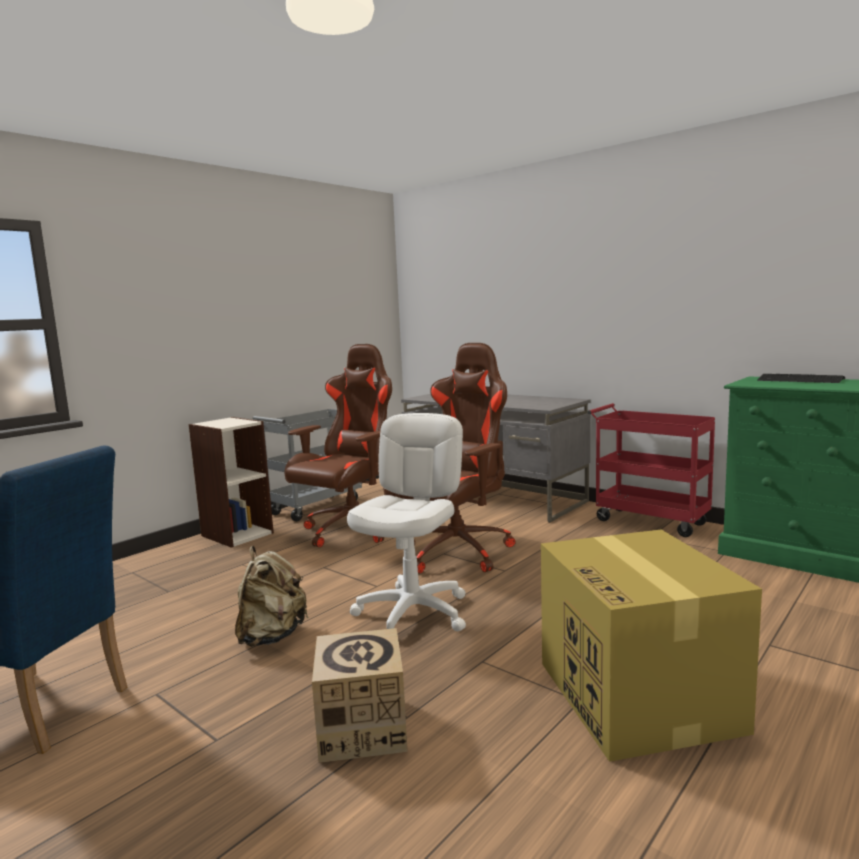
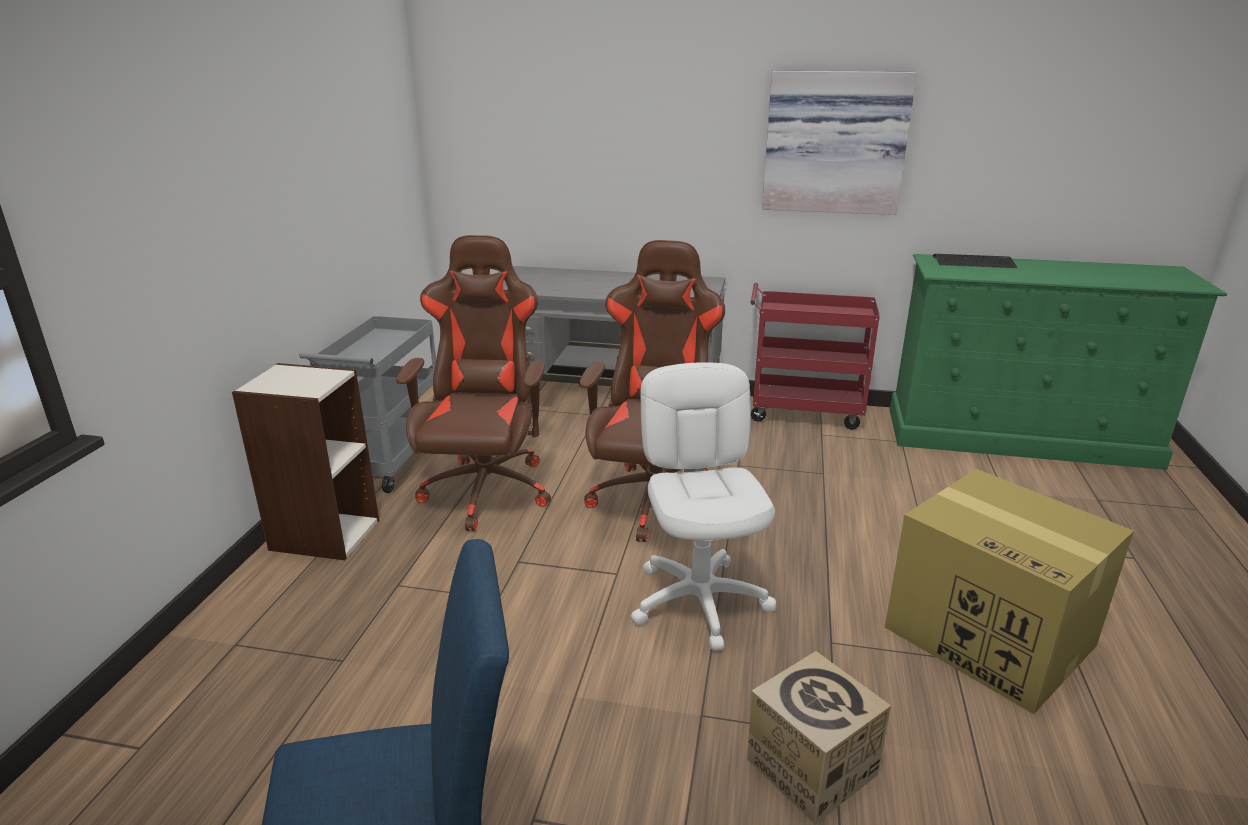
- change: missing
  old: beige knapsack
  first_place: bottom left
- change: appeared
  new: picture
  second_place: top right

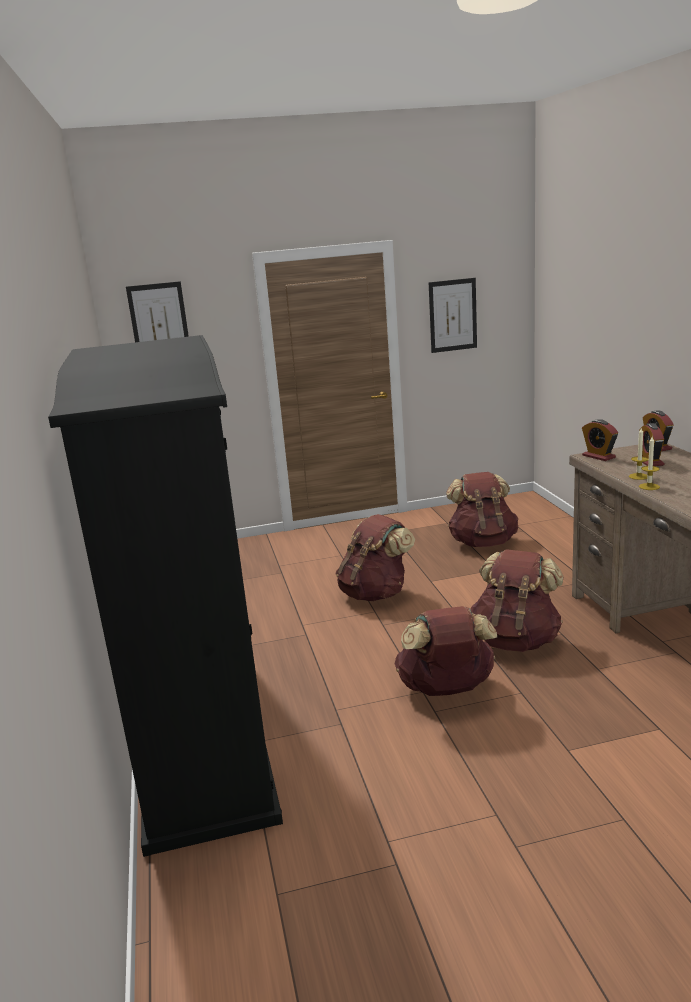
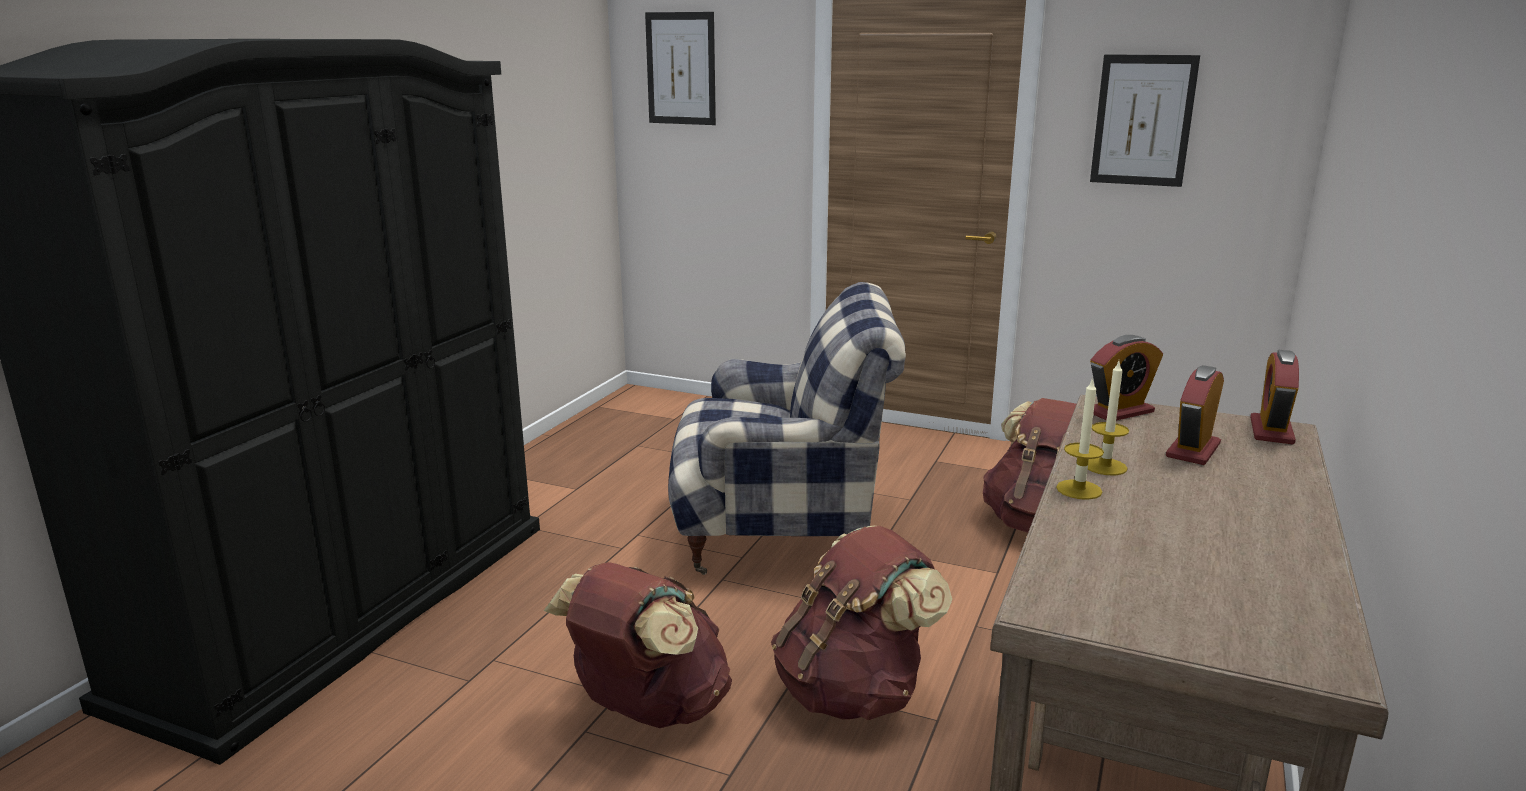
- change: spun
  old: alarm clock (no. 1 from left)
  first_place: middle right
  second_place: middle right
  degrees: -120
- change: exchanged
  old: brown knapsack (no. 1 from left)
  new: armchair
  first_place: centre
  second_place: centre

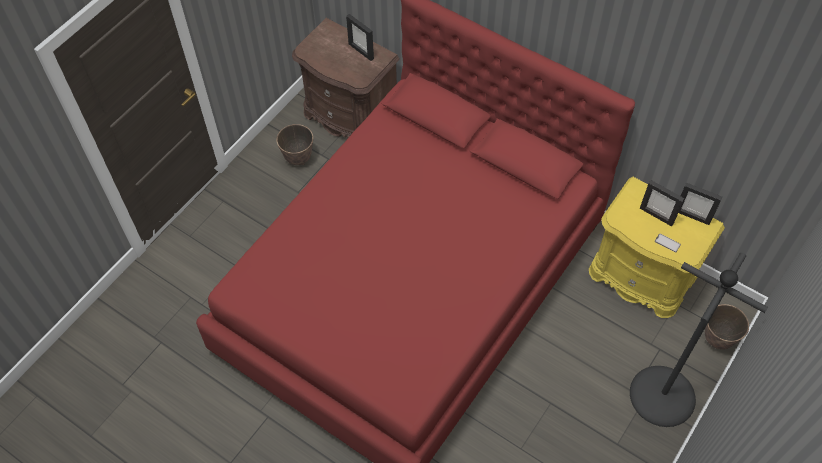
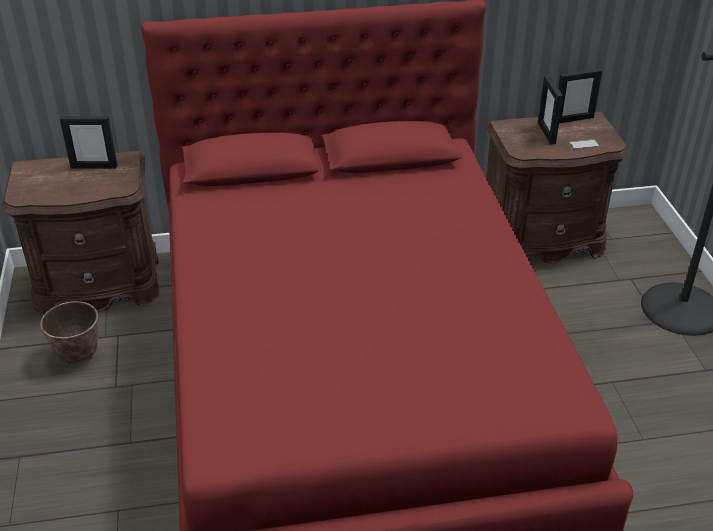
- change: colour
  old: yellowish night table
  new: brown night table (no. 2 from left)
  first_place: middle right
  second_place: middle right
- change: spun
  old: standing frame (no. 2 from left)
  first_place: middle right
  second_place: top right
  degrees: 90
- change: missing
  old: plant pot (no. 2 from left)
  first_place: bottom right

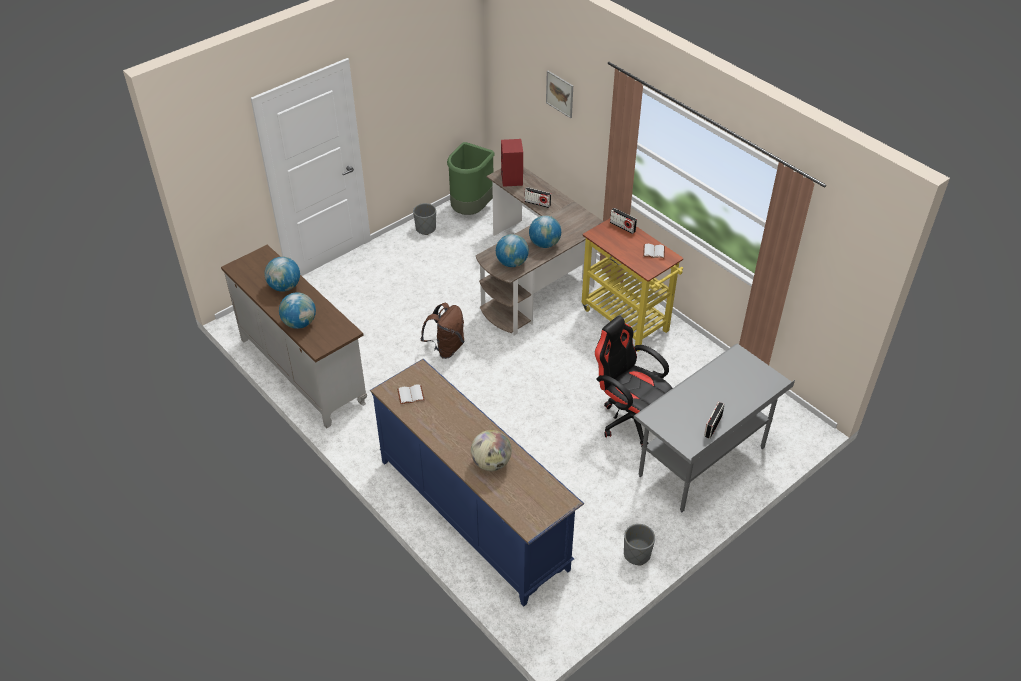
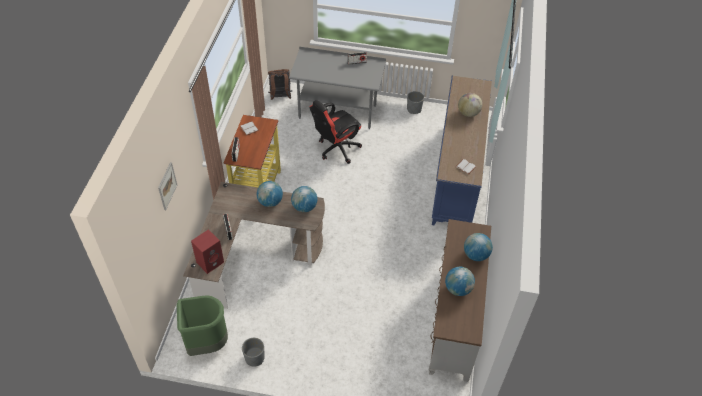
- change: relocated
  old: brown knapsack
  first_place: centre
  second_place: top centre
- change: spun
  old: black-coloured office chair
  first_place: centre
  second_place: centre
  degrees: 45

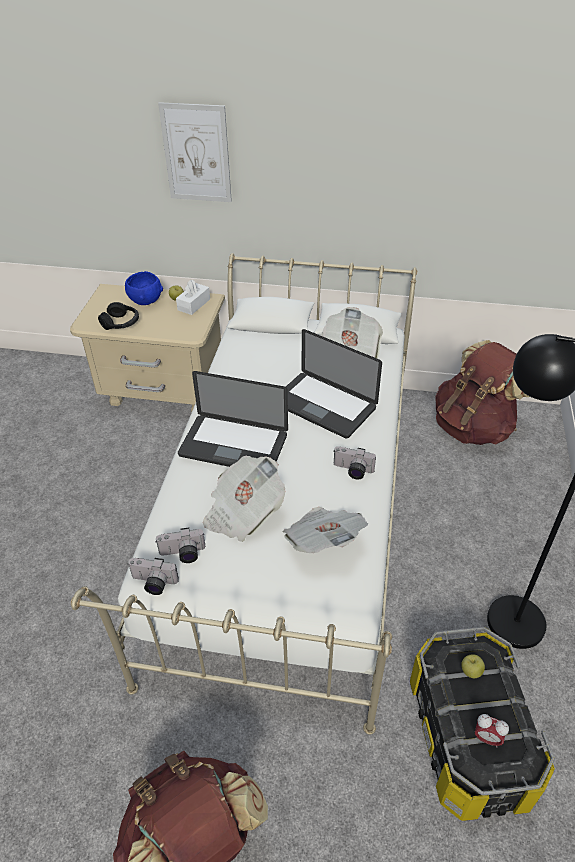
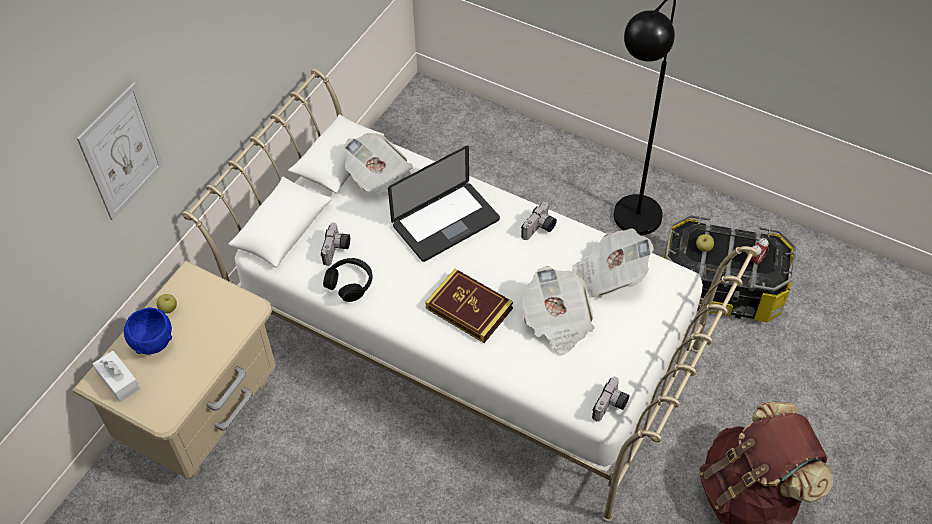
- change: relocated
  old: white tissue holder
  first_place: centre
  second_place: bottom left
- change: relocated
  old: black-coloured pair of headphones
  first_place: middle left
  second_place: centre
- change: missing
  old: brown knapsack (no. 2 from left)
  first_place: middle right
- change: exchanged
  old: portable computer (no. 1 from left)
  new: book
  first_place: centre
  second_place: centre
- change: relocated
  old: still camera (no. 2 from left in the first image)
  new: still camera (no. 1 from left)
  first_place: middle left
  second_place: centre

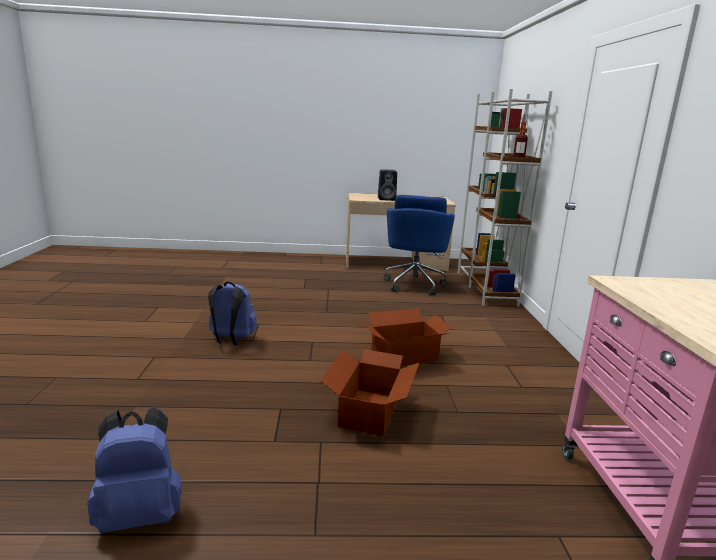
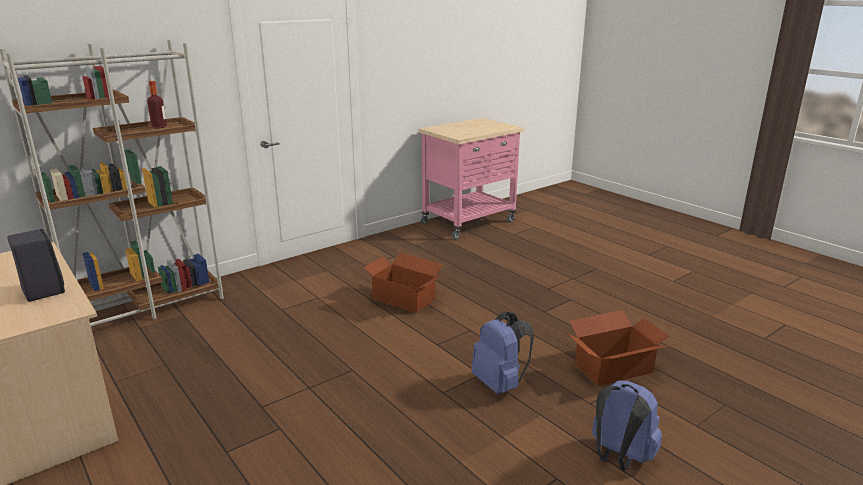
- change: missing
  old: blue-coloured office chair
  first_place: centre
- change: relocated
  old: packing box (no. 1 from left in the first image)
  new: packing box (no. 2 from left)
  first_place: bottom centre
  second_place: bottom right
- change: relocated
  old: blue-coloured knapsack (no. 1 from left in the first image)
  new: blue-coloured knapsack (no. 2 from left)
  first_place: bottom left
  second_place: bottom right

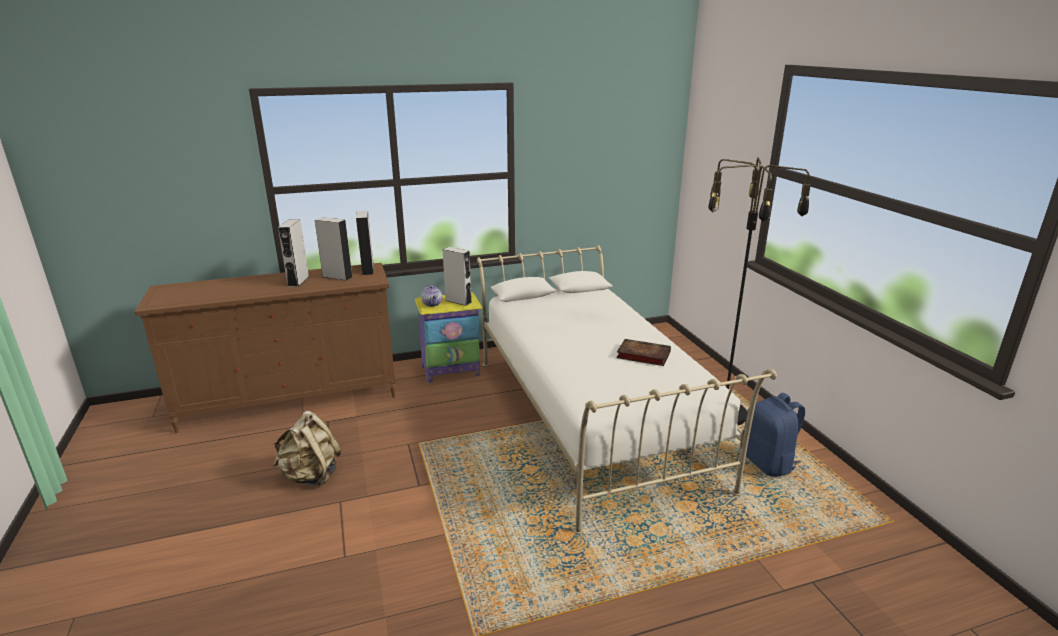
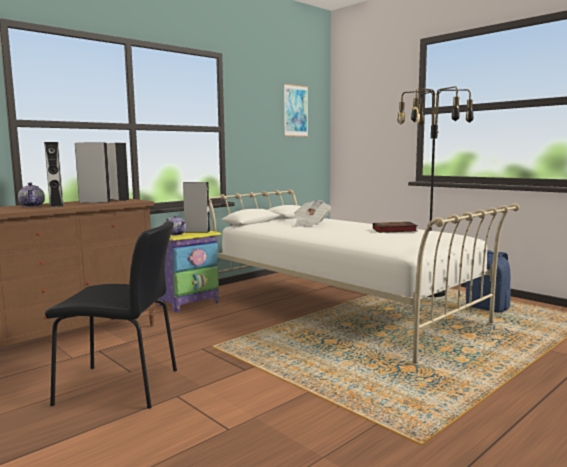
- change: exchanged
  old: beige knapsack
  new: black-coloured plain chair
  first_place: bottom left
  second_place: bottom left
- change: appeared
  new: picture
  second_place: top centre
- change: appeared
  new: teapot (no. 1 from left)
  second_place: middle left
- change: appeared
  new: printed paper
  second_place: centre

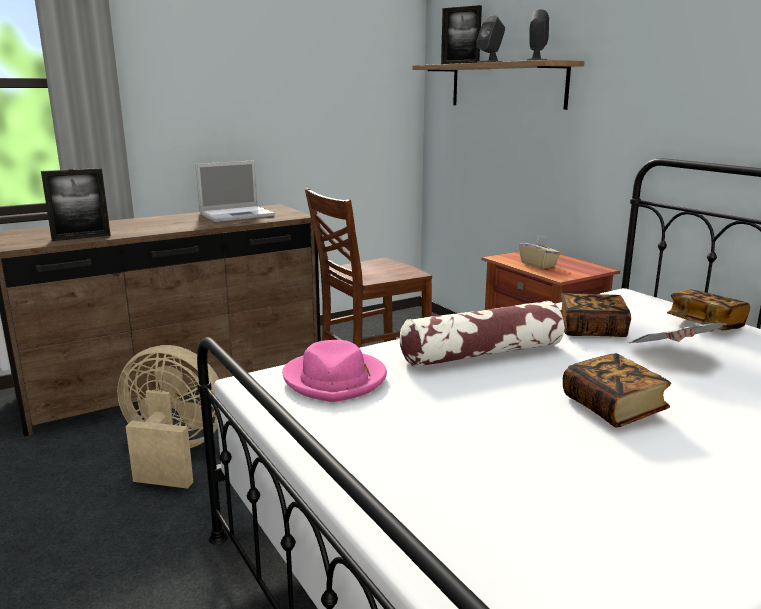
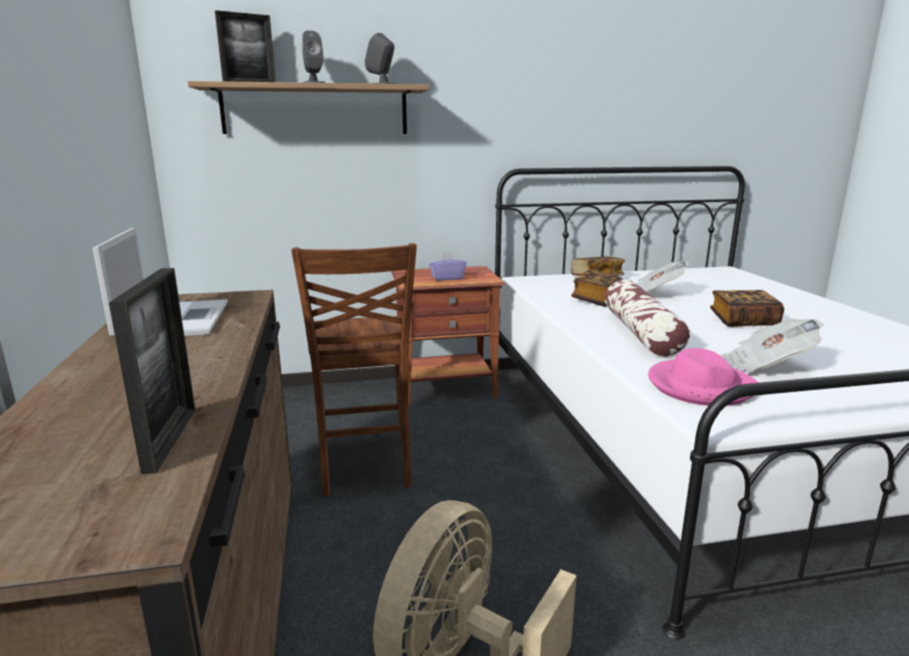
- change: colour
  old: beige tissue holder
  new: purple-coloured tissue holder
  first_place: middle right
  second_place: centre
- change: appeared
  new: printed paper (no. 2 from left)
  second_place: middle right

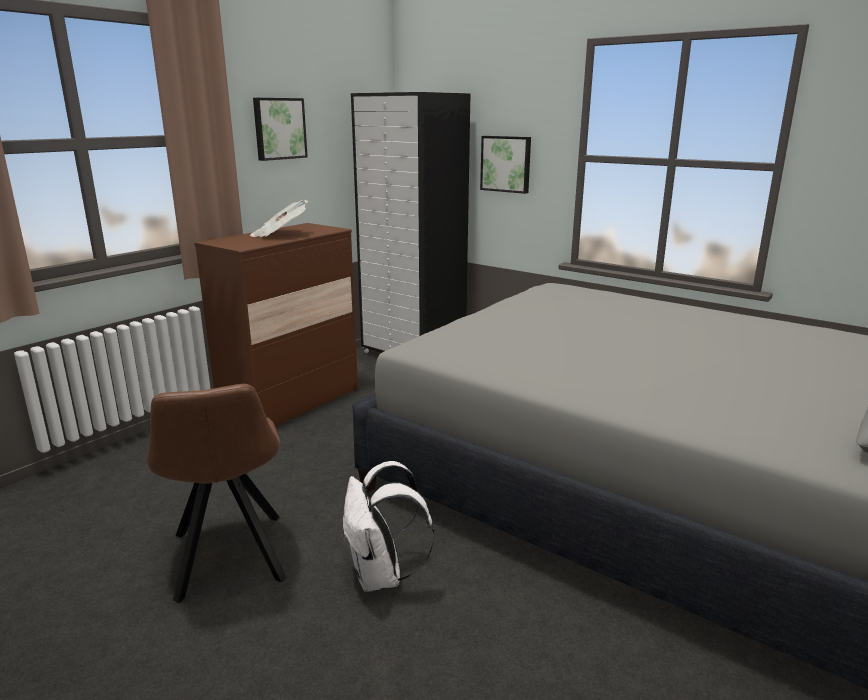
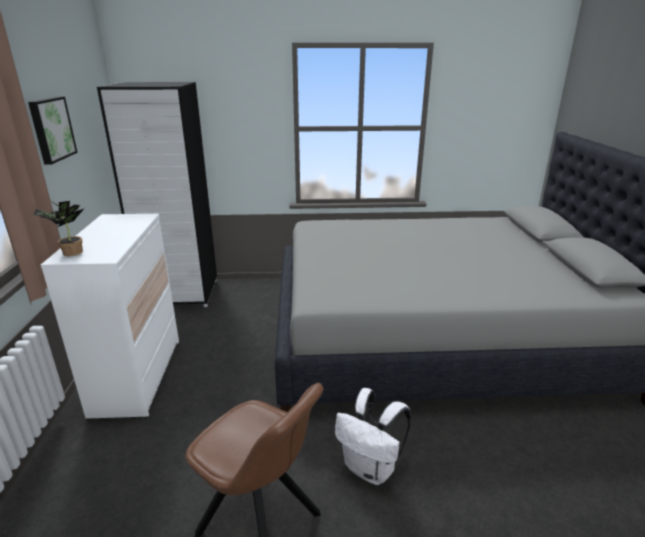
- change: missing
  old: picture (no. 2 from left)
  first_place: top centre
- change: missing
  old: printed paper
  first_place: top left
- change: colour
  old: brown dresser
  new: white dresser
  first_place: middle left
  second_place: middle left
- change: appeared
  new: plant in a pot
  second_place: middle left

